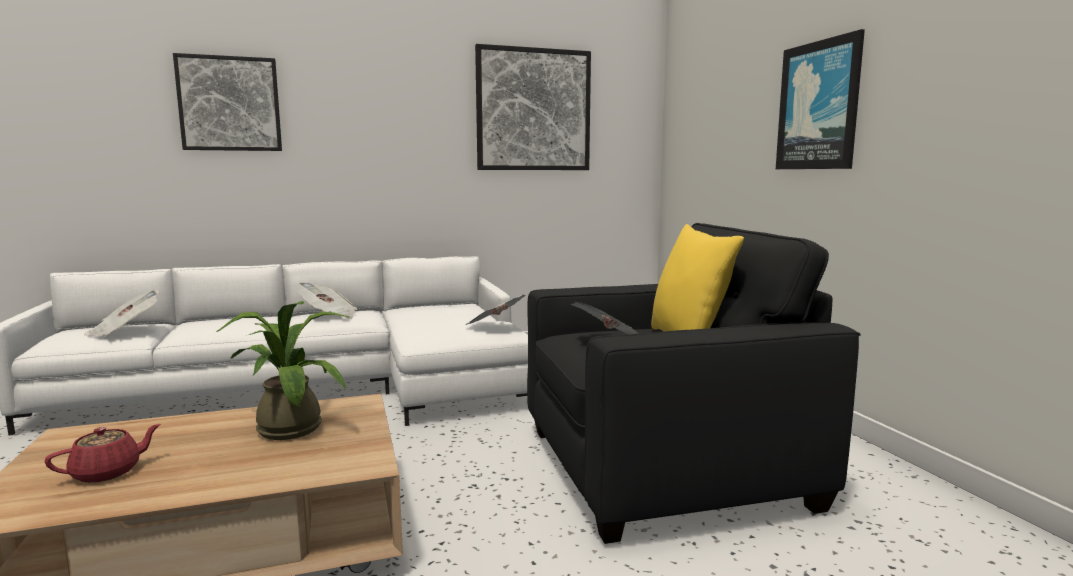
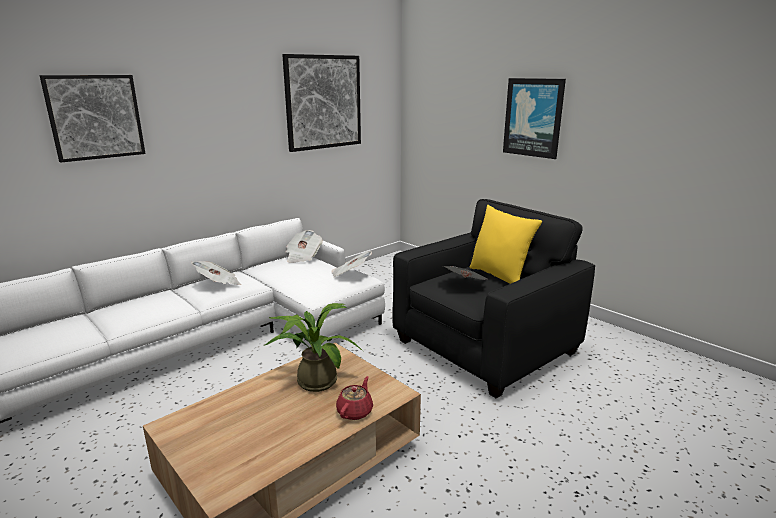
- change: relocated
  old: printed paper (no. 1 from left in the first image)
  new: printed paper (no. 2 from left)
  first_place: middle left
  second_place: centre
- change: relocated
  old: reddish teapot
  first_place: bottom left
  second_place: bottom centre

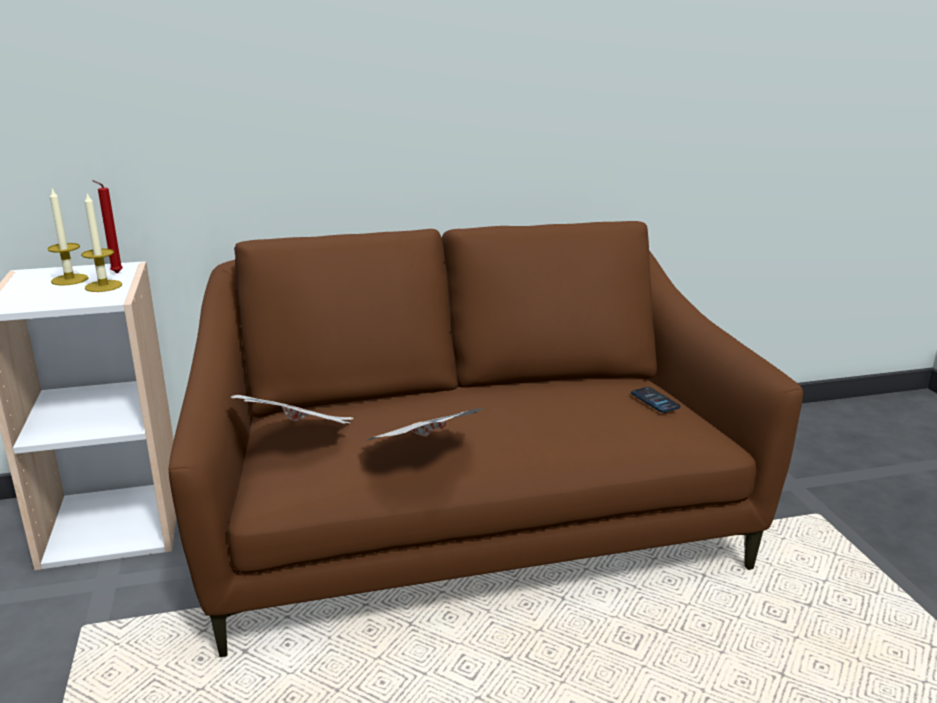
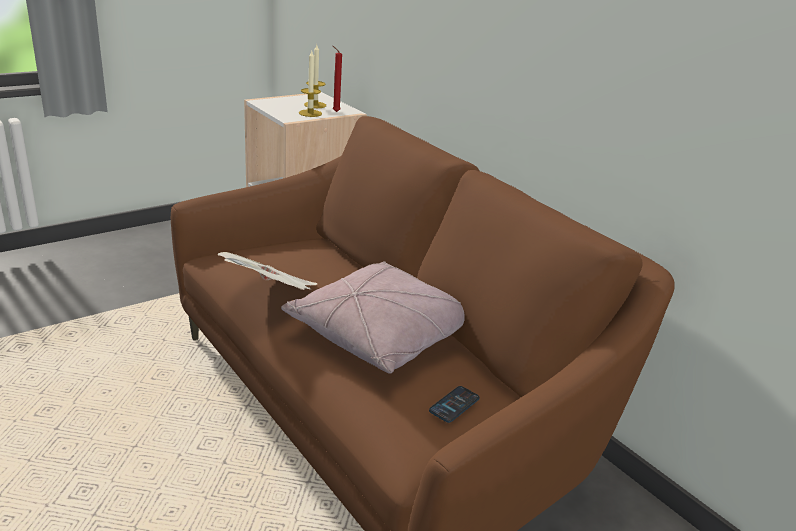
- change: missing
  old: printed paper (no. 1 from left)
  first_place: middle left
- change: appeared
  new: purple-coloured pillow
  second_place: centre

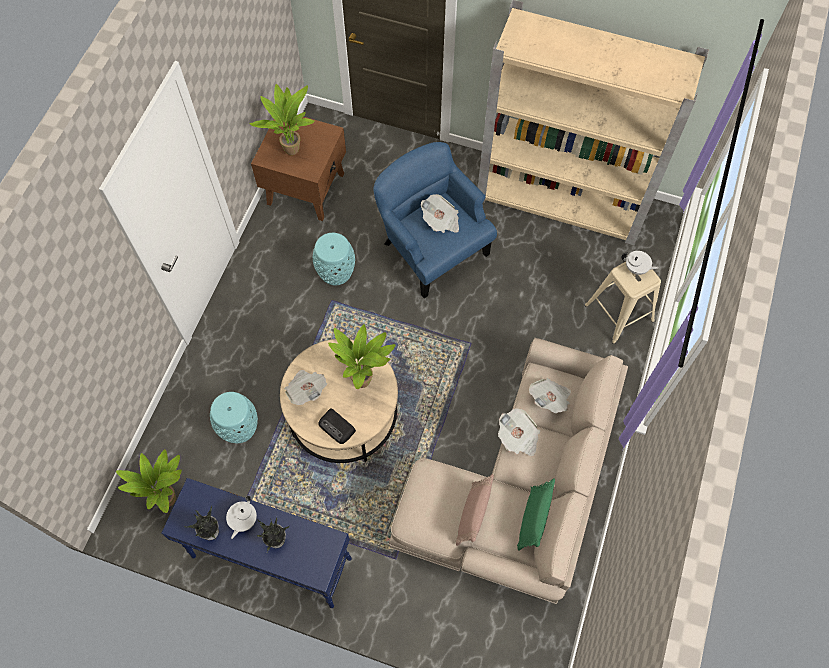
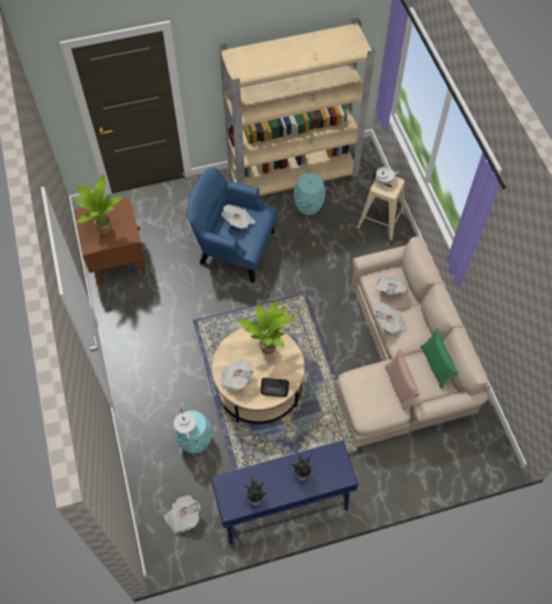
- change: relocated
  old: blue-green stool seat (no. 2 from left)
  first_place: centre
  second_place: top centre
- change: exchanged
  old: plant in a pot (no. 1 from left)
  new: printed paper (no. 1 from left)
  first_place: bottom left
  second_place: bottom left
- change: relocated
  old: white teapot (no. 1 from left)
  first_place: bottom left
  second_place: bottom centre

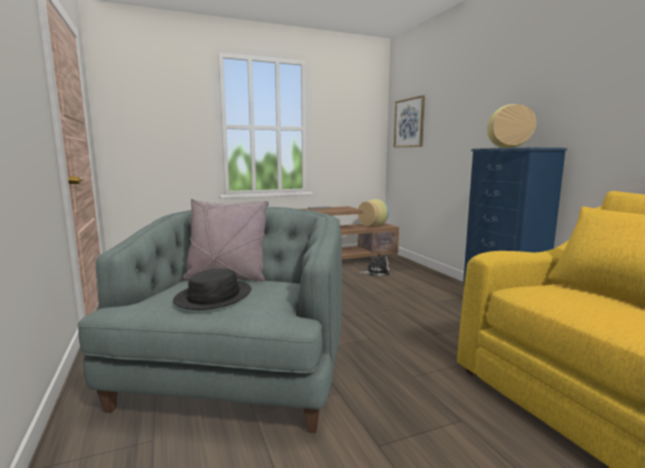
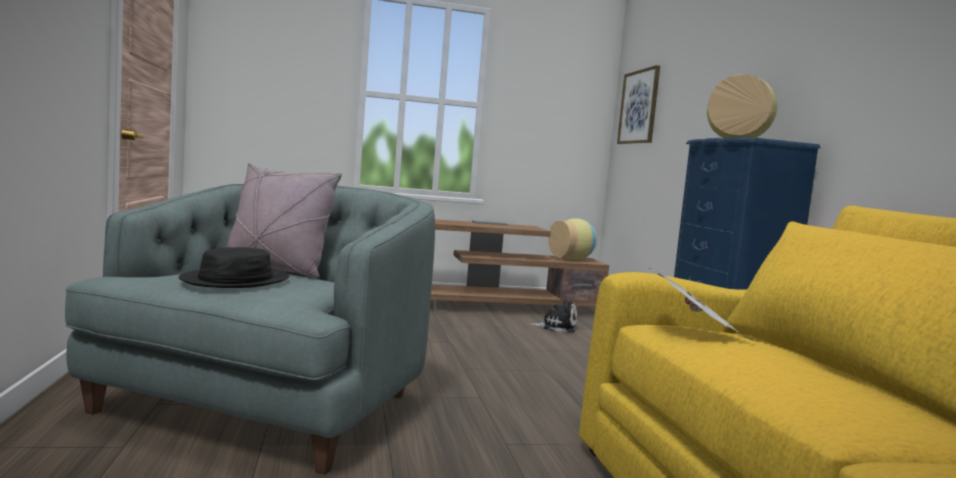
- change: appeared
  new: printed paper
  second_place: middle right

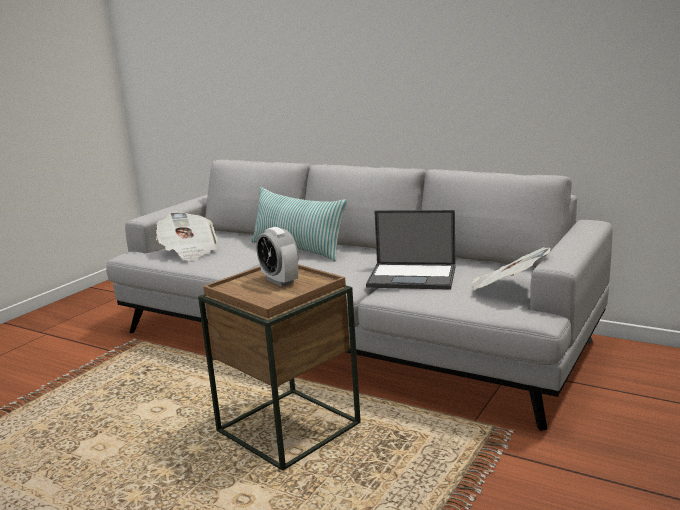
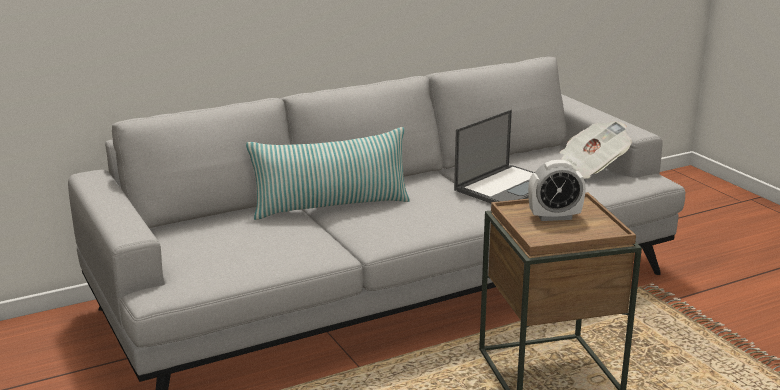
- change: missing
  old: printed paper (no. 1 from left)
  first_place: middle left

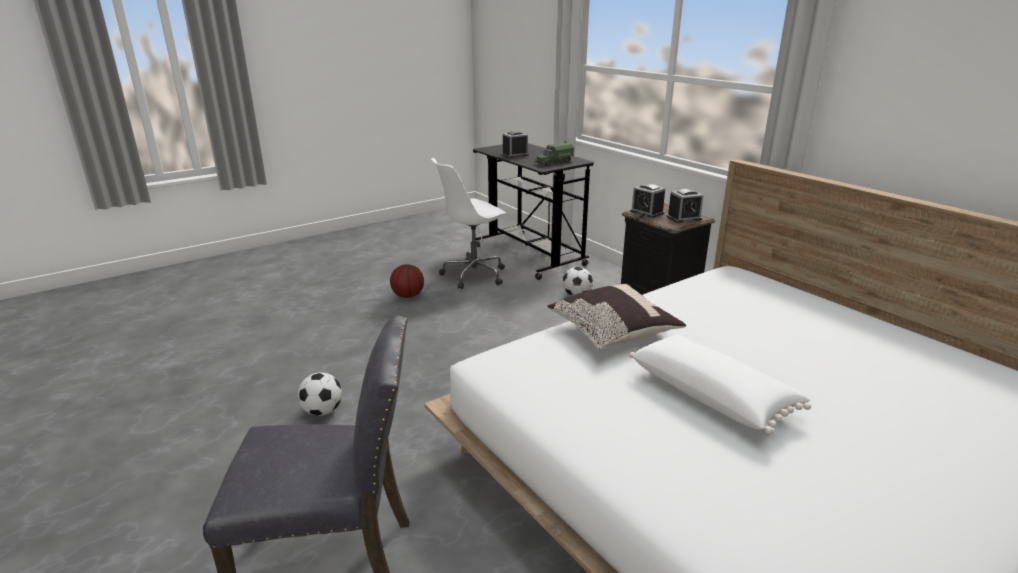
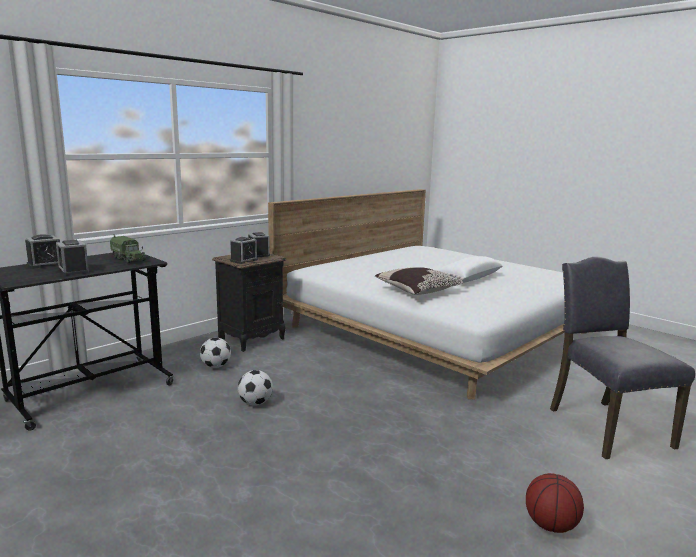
- change: missing
  old: white office chair
  first_place: centre
- change: relocated
  old: basketball ball
  first_place: centre
  second_place: bottom right
- change: relocated
  old: ball for football (no. 1 from left in the first image)
  new: ball for football (no. 2 from left)
  first_place: bottom left
  second_place: bottom centre
- change: appeared
  new: alarm clock (no. 1 from left)
  second_place: middle left

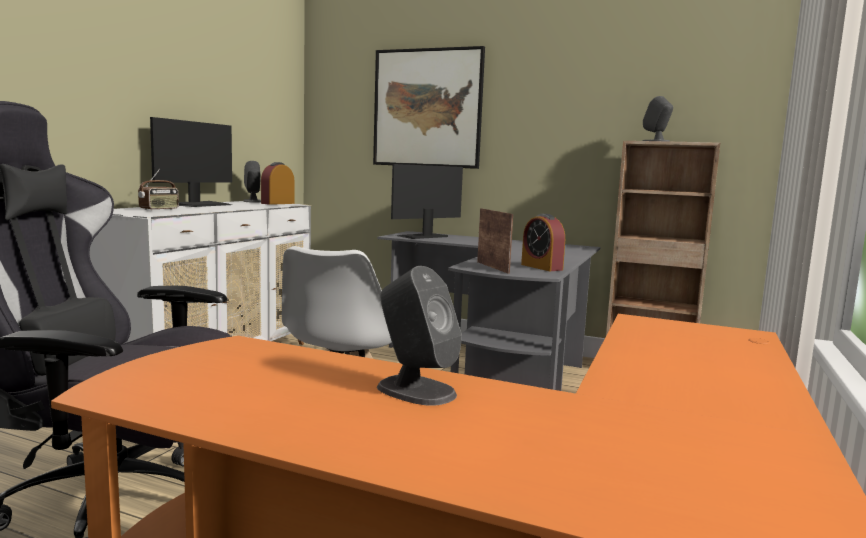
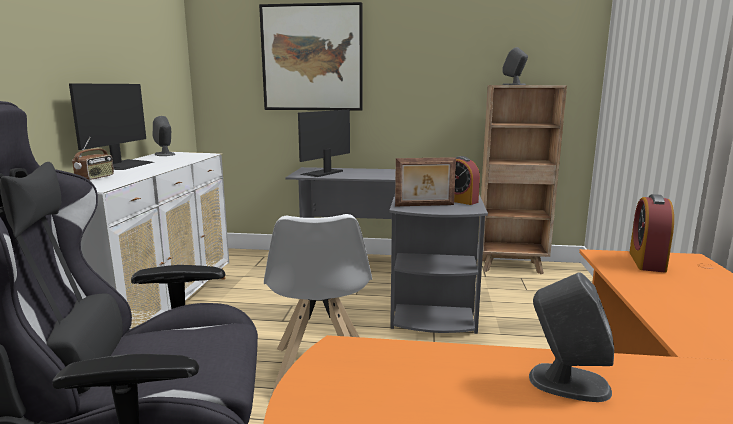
- change: relocated
  old: alarm clock (no. 1 from left in the first image)
  new: alarm clock (no. 2 from left)
  first_place: middle left
  second_place: middle right
- change: spun
  old: standing frame
  first_place: centre
  second_place: centre
  degrees: 120

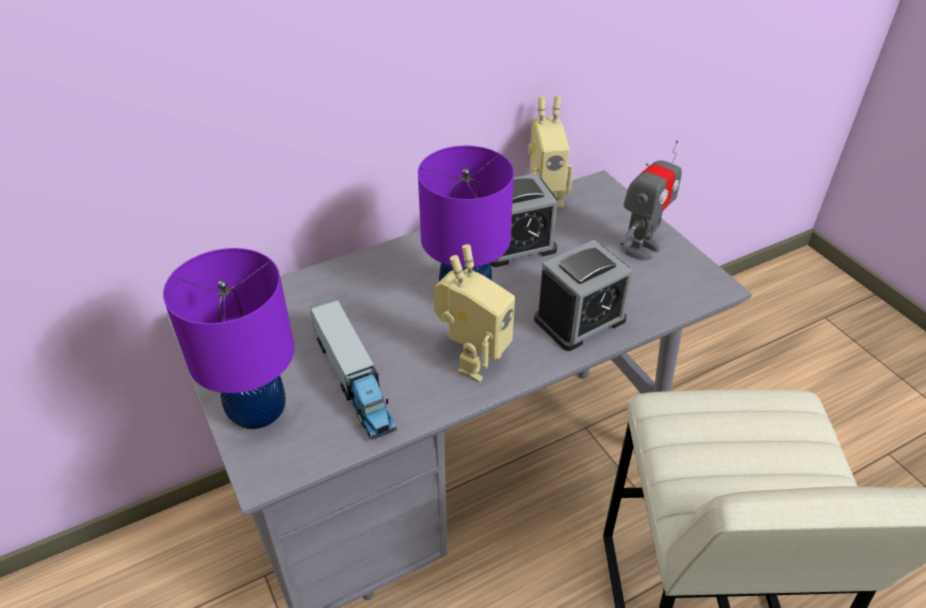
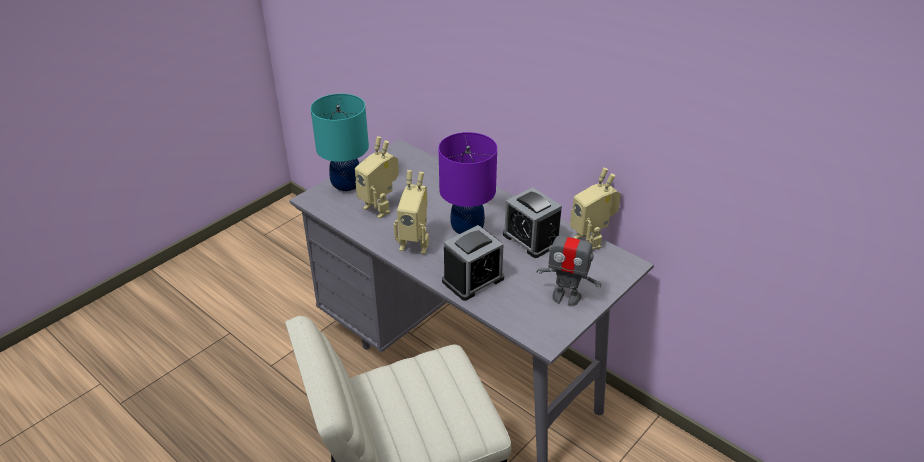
- change: spun
  old: alarm clock (no. 2 from left in the first image)
  first_place: centre
  second_place: centre
  degrees: -75
- change: colour
  old: purple-coloured lamp for a table (no. 1 from left)
  new: blue-green lamp for a table
  first_place: middle left
  second_place: top centre
- change: exchanged
  old: model truck
  new: robot figure (no. 1 from left)
  first_place: centre
  second_place: centre

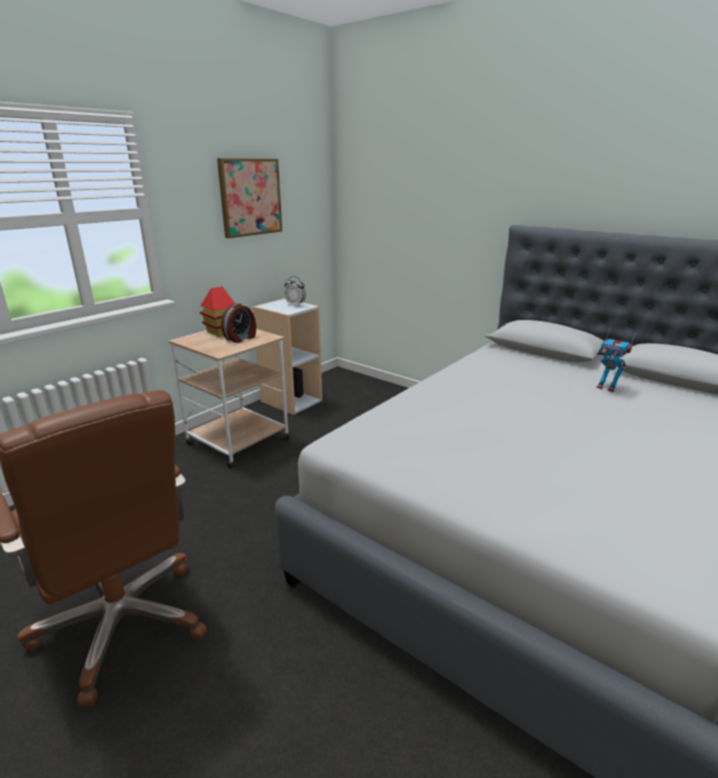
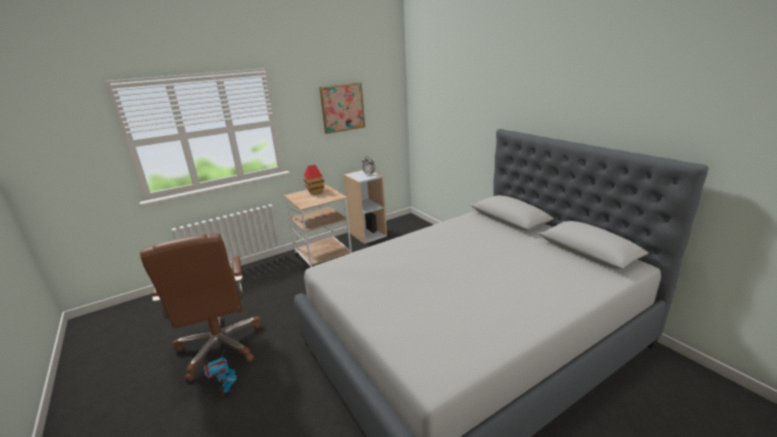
- change: missing
  old: alarm clock (no. 1 from left)
  first_place: middle left
- change: relocated
  old: robot figure
  first_place: middle right
  second_place: bottom left

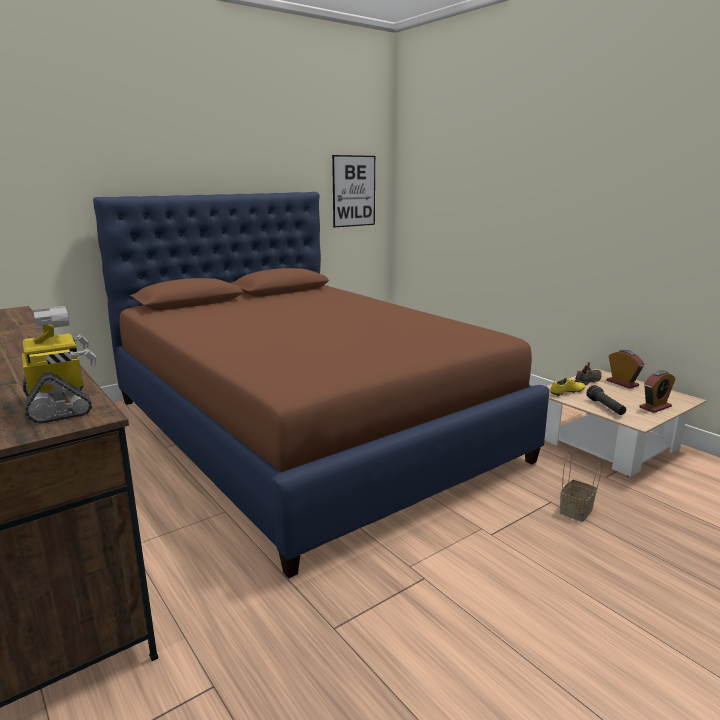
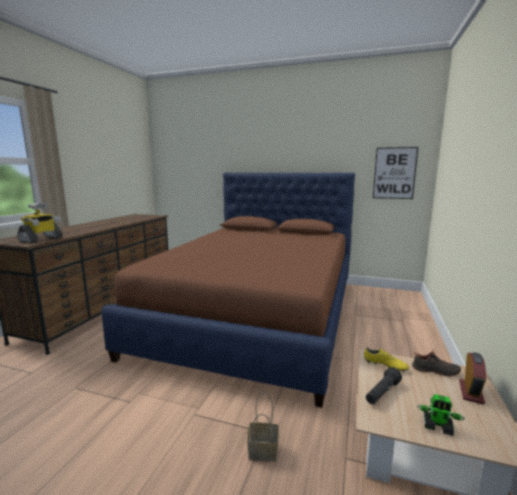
- change: exchanged
  old: alarm clock (no. 2 from left)
  new: robot figure (no. 2 from left)
  first_place: middle right
  second_place: bottom right

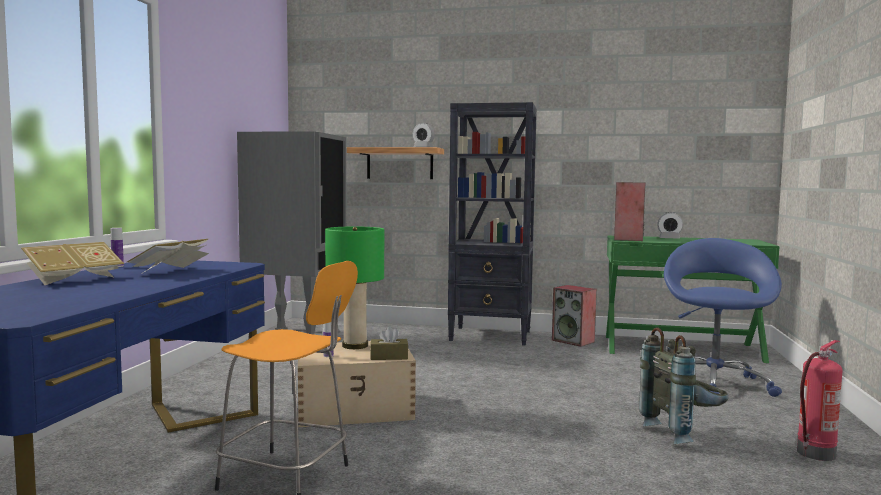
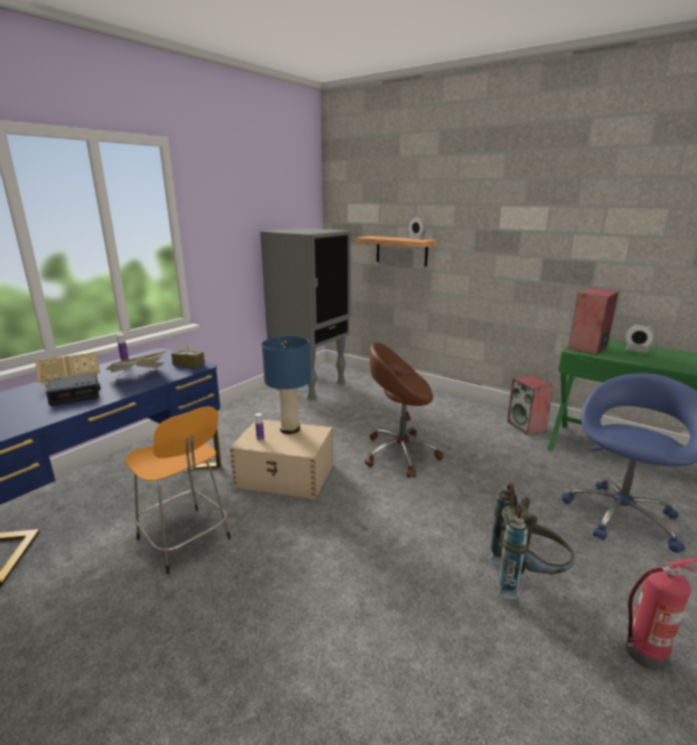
- change: missing
  old: black-coloured bookcase
  first_place: centre
- change: colour
  old: green lamp for a table
  new: blue-coloured lamp for a table
  first_place: centre
  second_place: centre
- change: relocated
  old: brown tissue holder
  first_place: bottom centre
  second_place: middle left
- change: appeared
  new: brown office chair
  second_place: centre
- change: appeared
  new: alarm clock (no. 1 from left)
  second_place: middle left

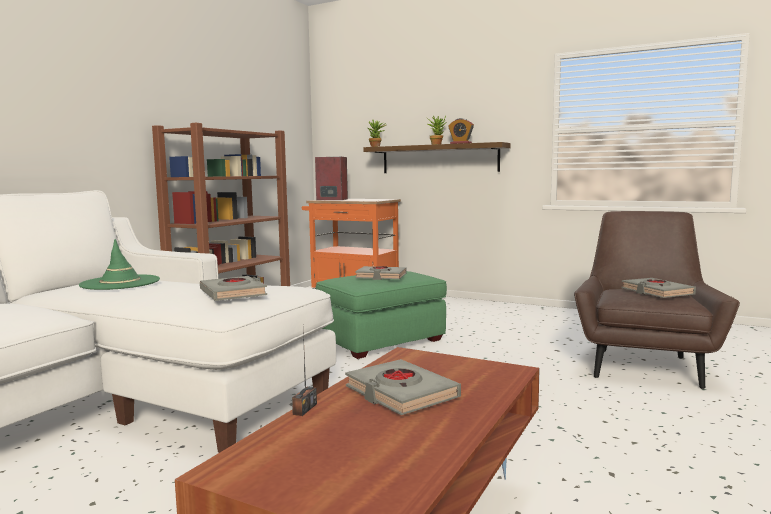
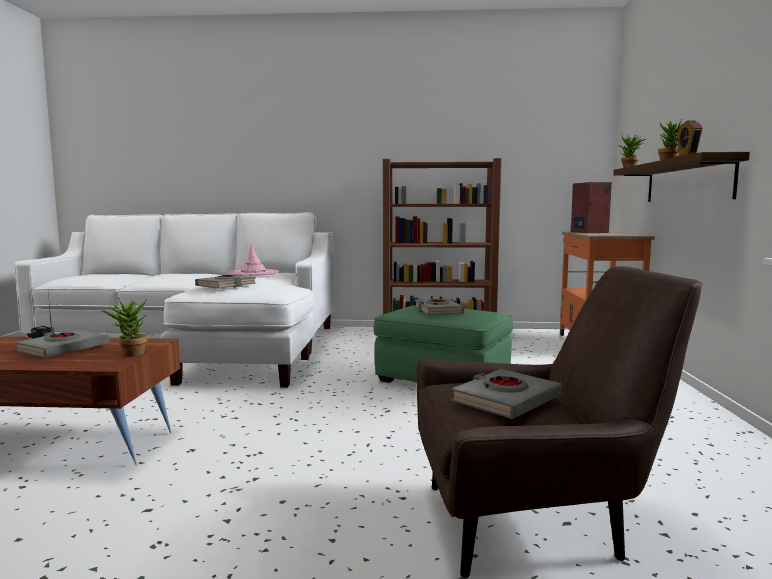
- change: colour
  old: green wearable hat
  new: pinkish wearable hat
  first_place: middle left
  second_place: middle left
- change: appeared
  new: plant in a pot (no. 1 from left)
  second_place: middle left

